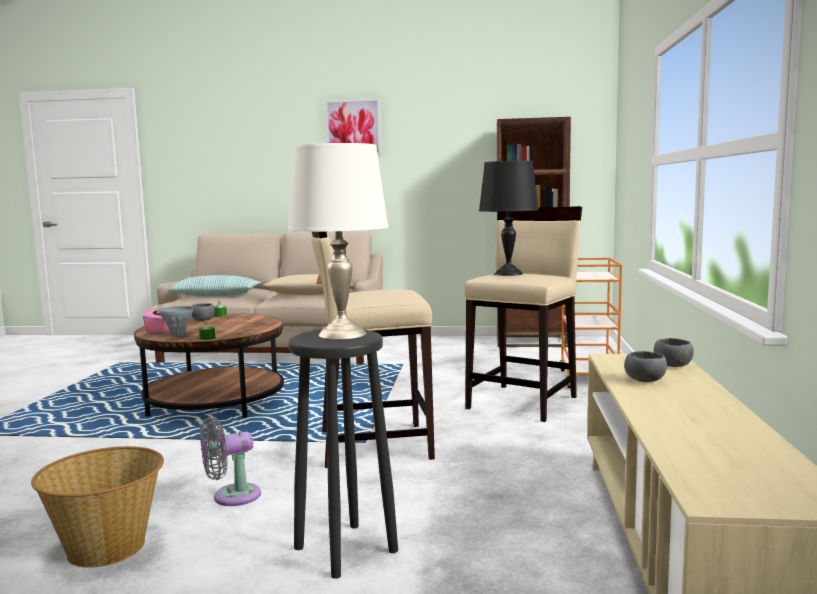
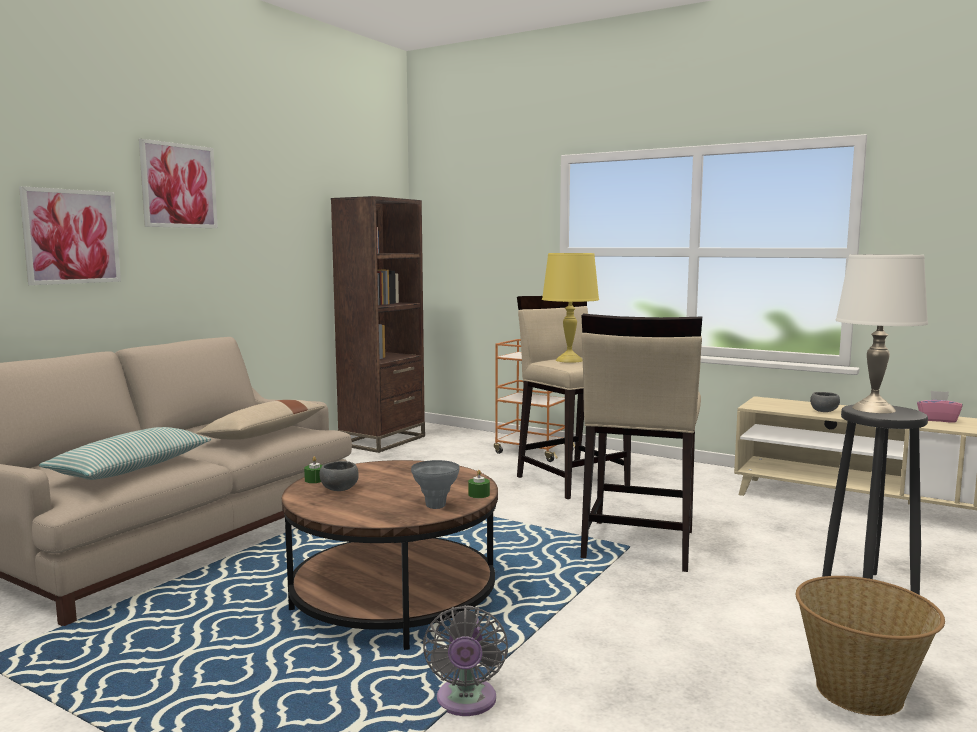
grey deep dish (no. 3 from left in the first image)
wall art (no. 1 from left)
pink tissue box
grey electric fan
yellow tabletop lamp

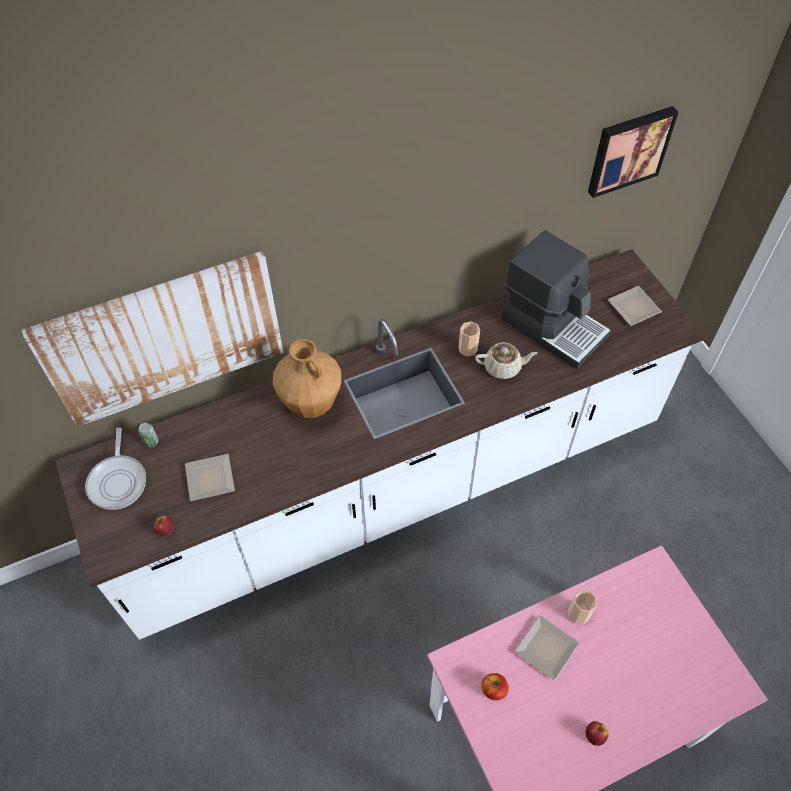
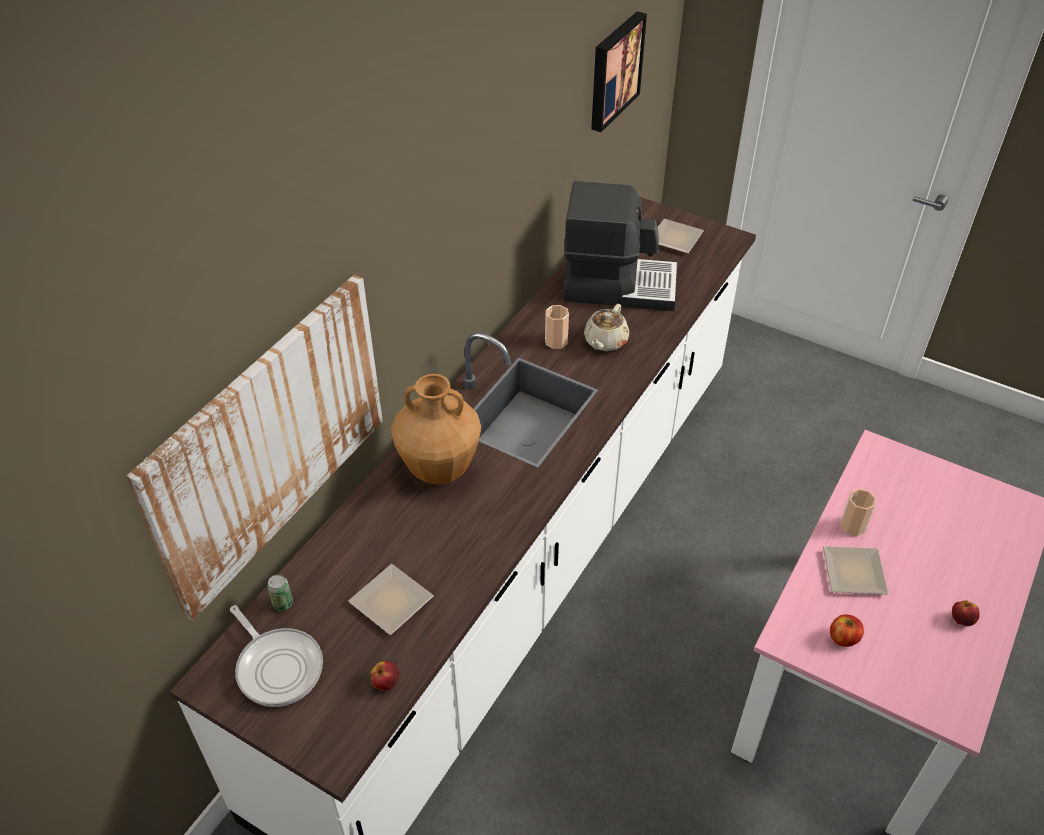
beige-coloured pot for tea

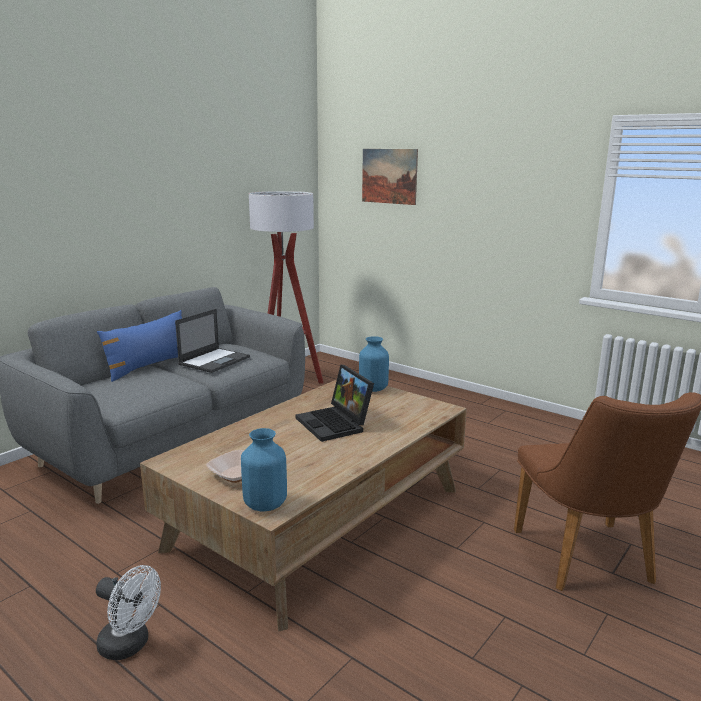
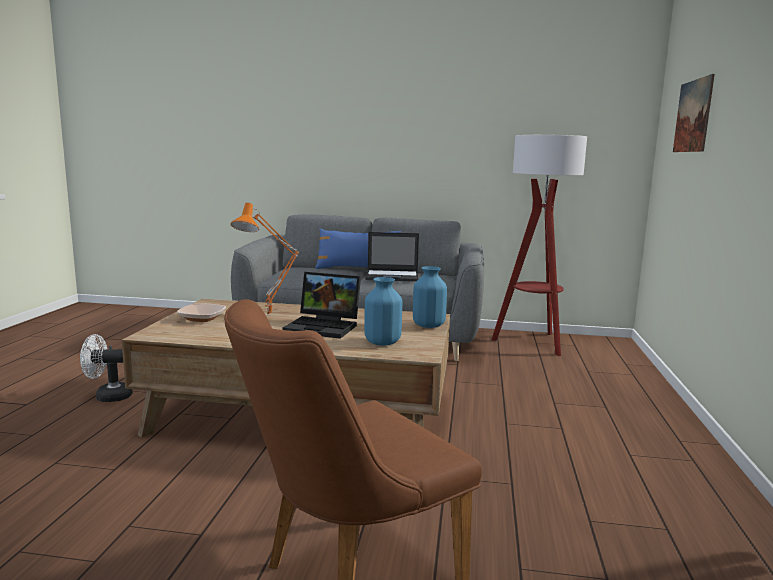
orangey tabletop lamp
blue vase (no. 1 from left)
white electric fan
notebook computer (no. 1 from left)

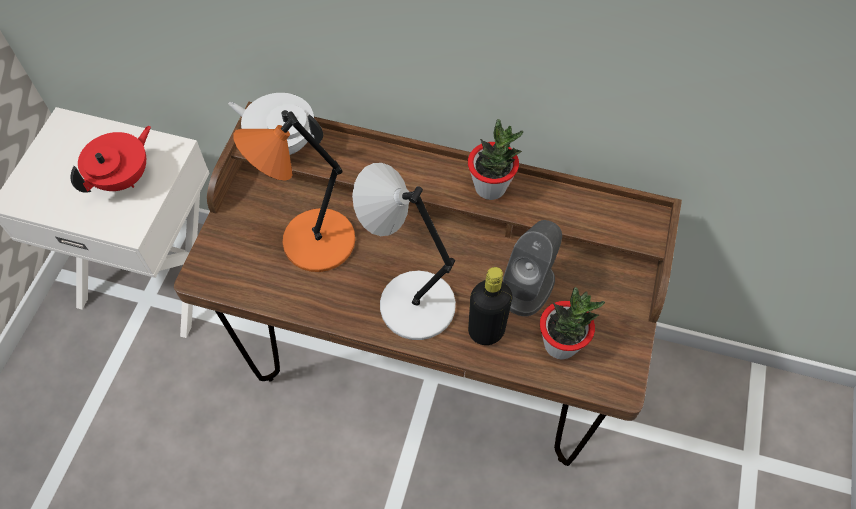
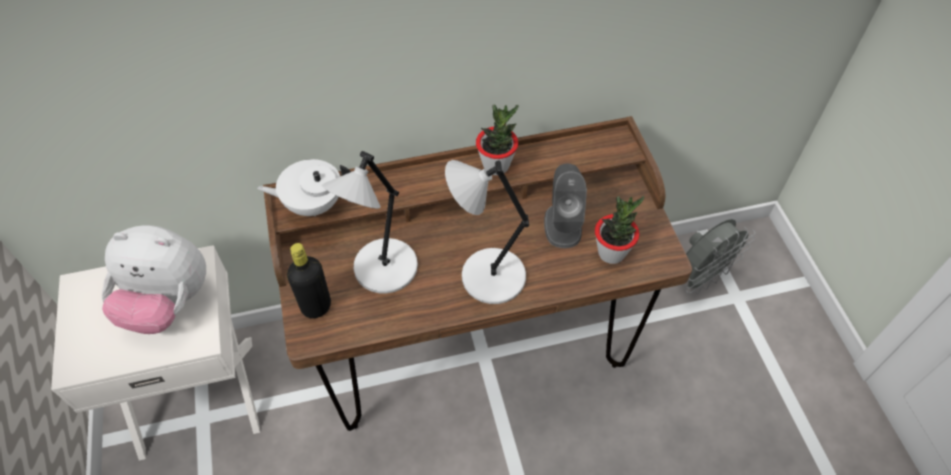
grey electric fan
black bottle
cuddly toy
grey tabletop lamp (no. 1 from left)

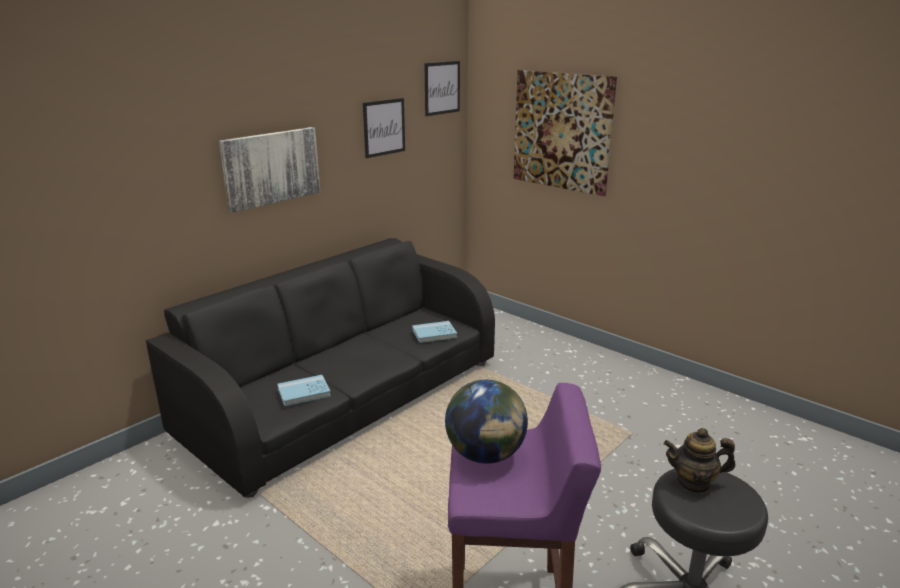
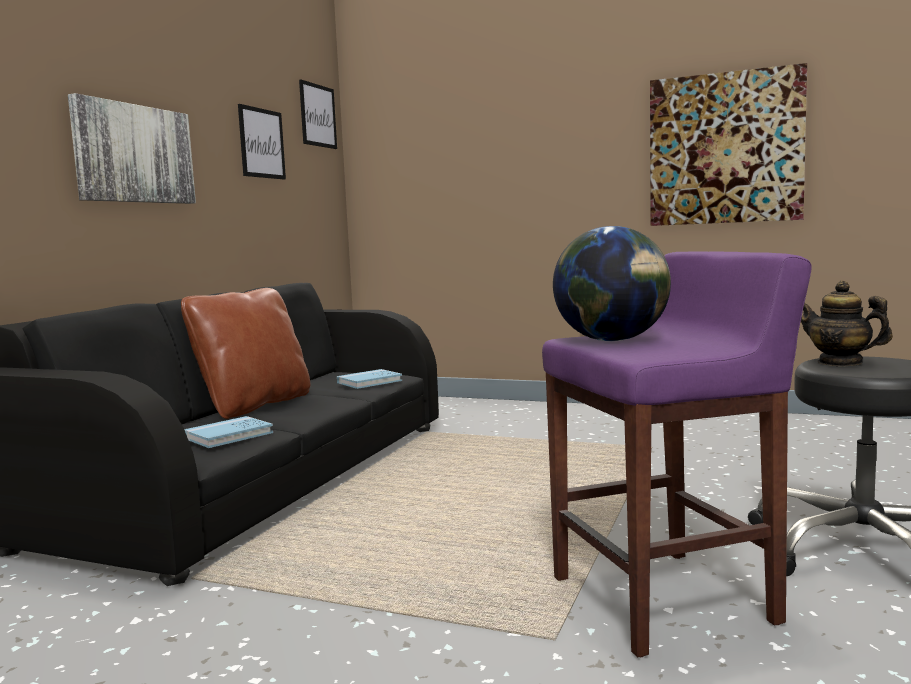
brown pillow
wall art (no. 4 from left)
pot for tea

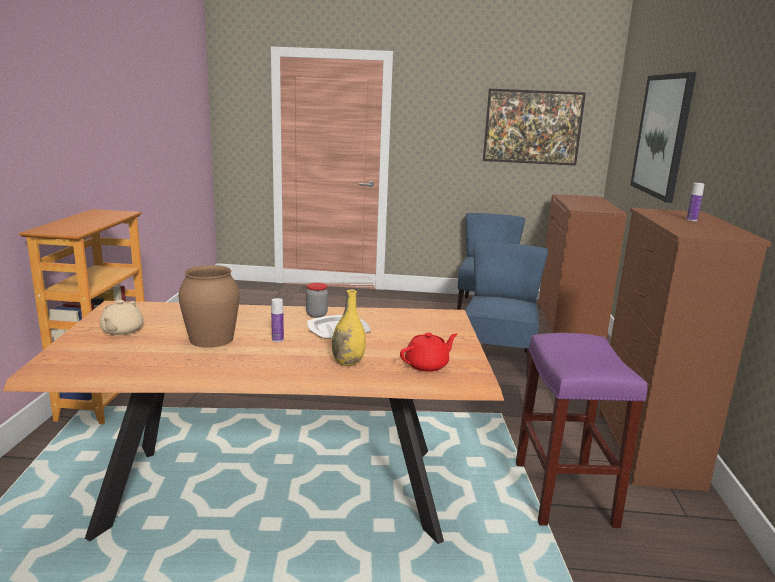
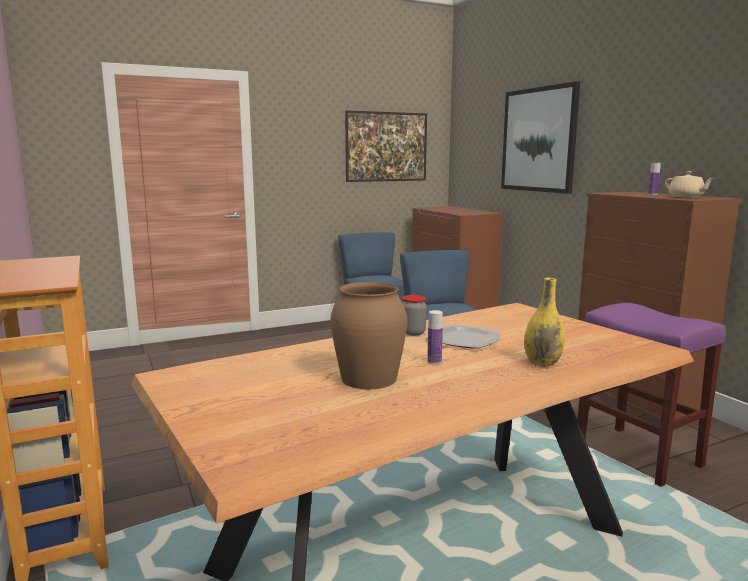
reddish pot for tea
beige-coloured pot for tea

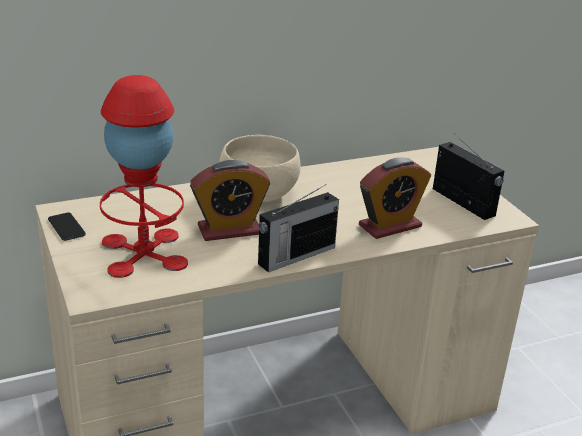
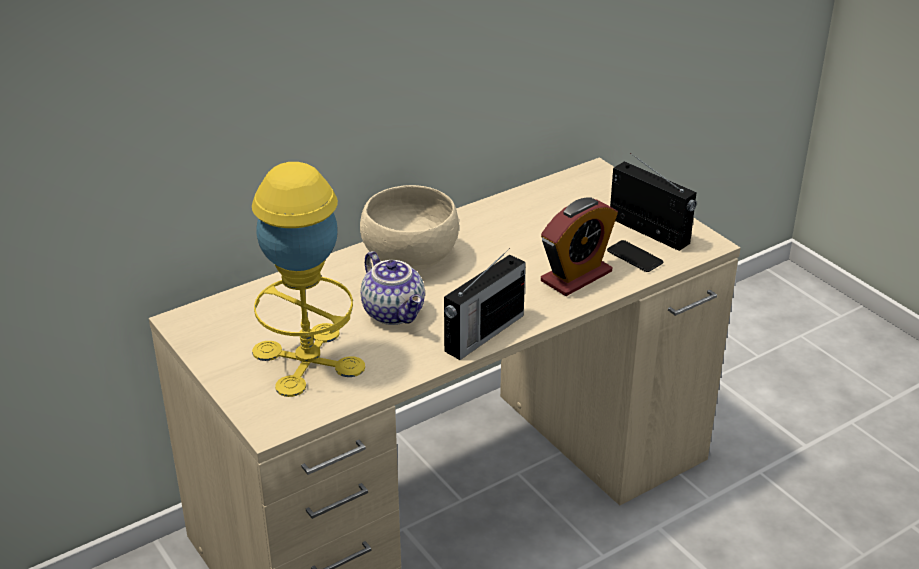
handset
pot for tea
yellow tabletop lamp

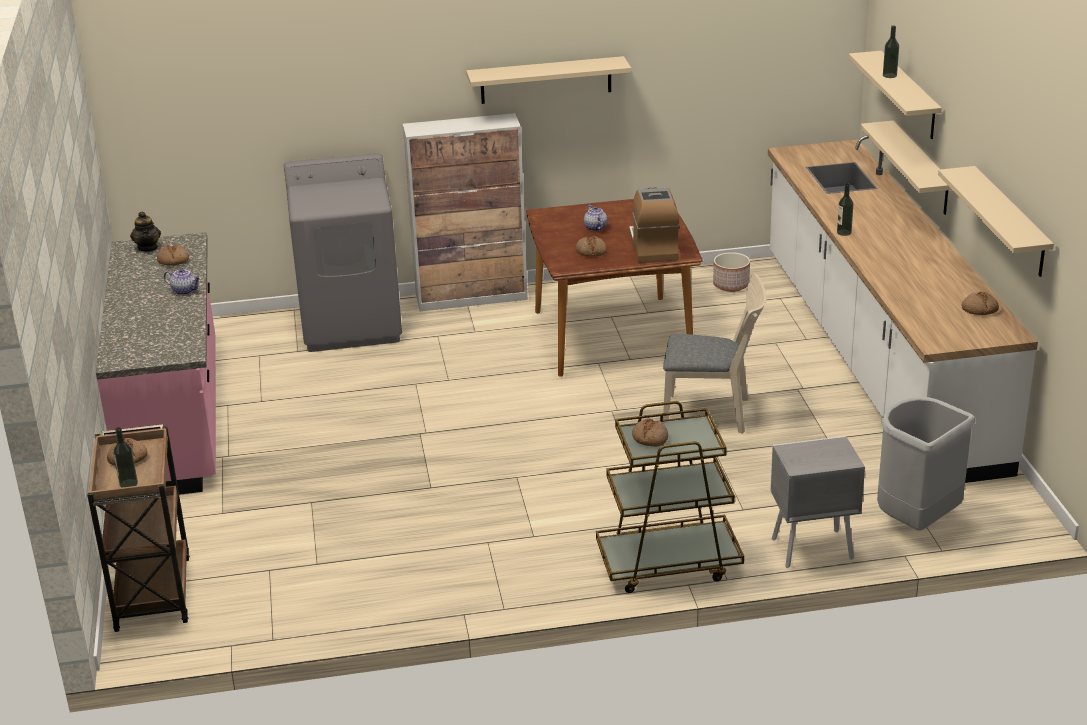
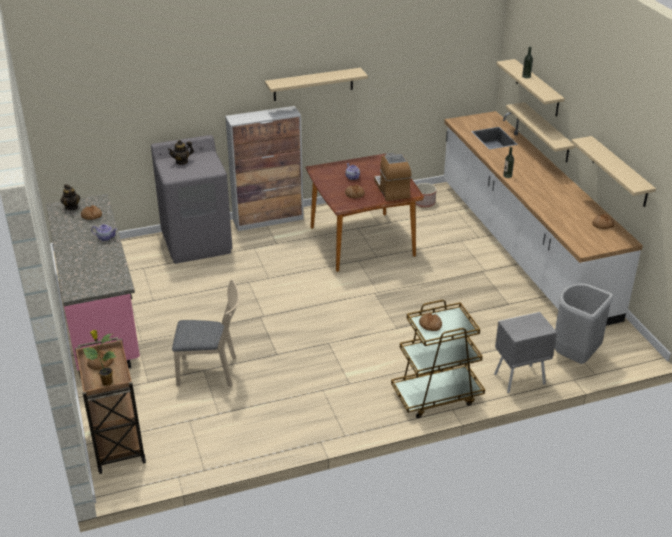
pot for tea (no. 3 from left)
beige-coloured chair
plant in a pot

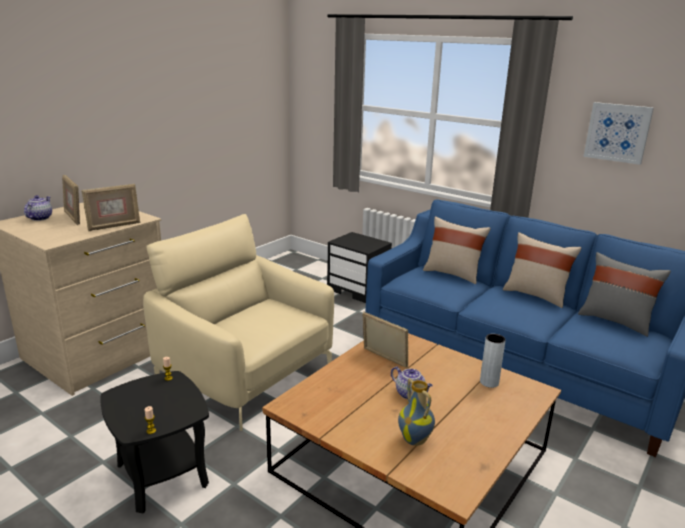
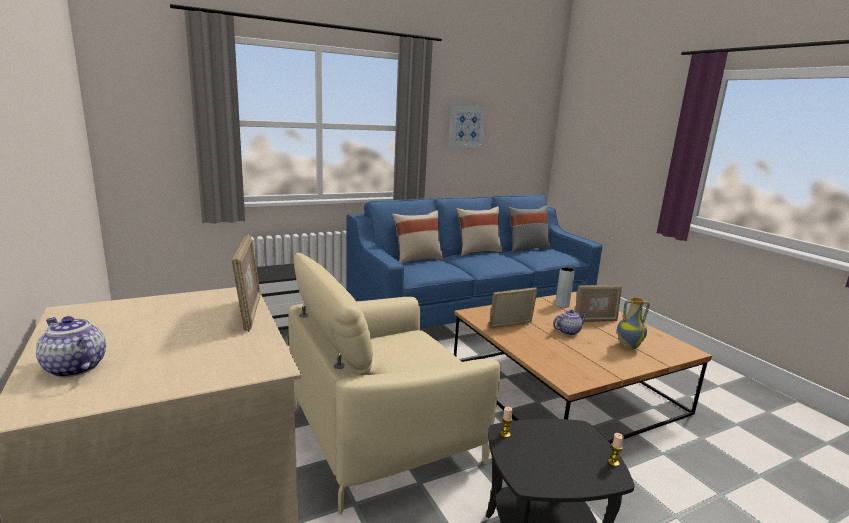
picture frame (no. 3 from left)

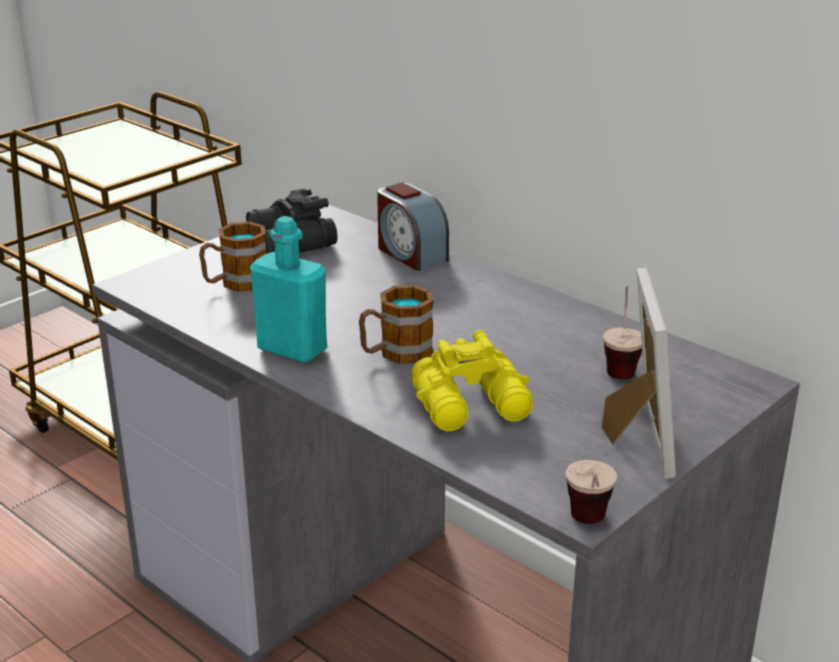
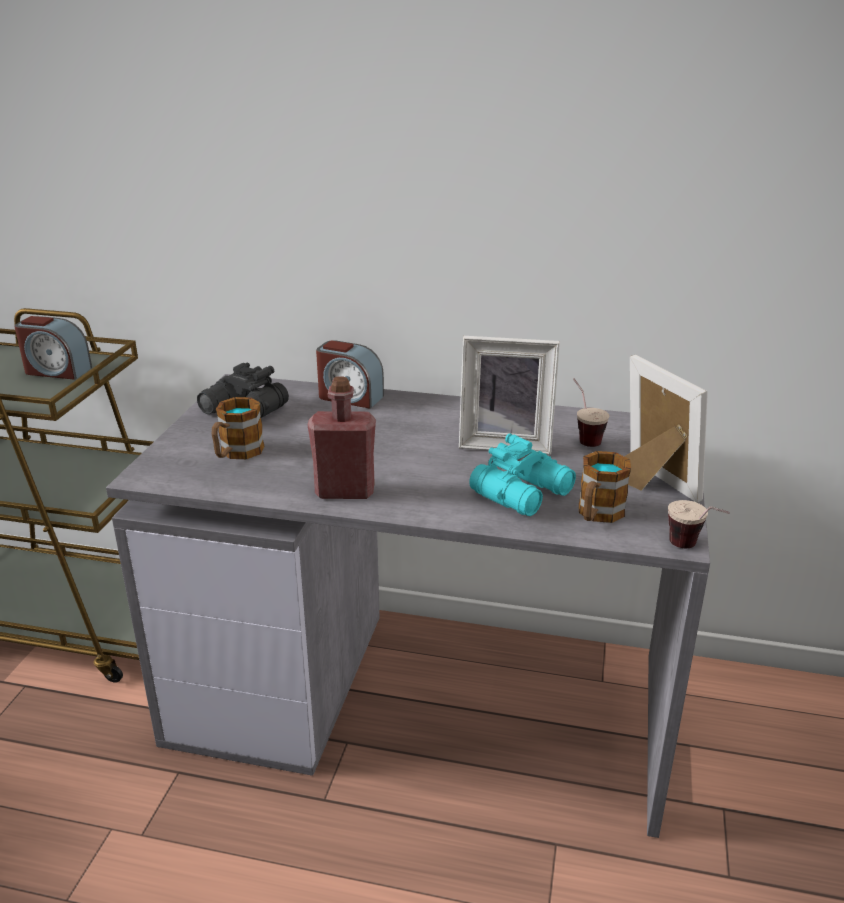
alarm clock (no. 1 from left)
picture frame (no. 1 from left)
mug (no. 2 from left)
reddish bottle
turquoise-coloured pair of binoculars

